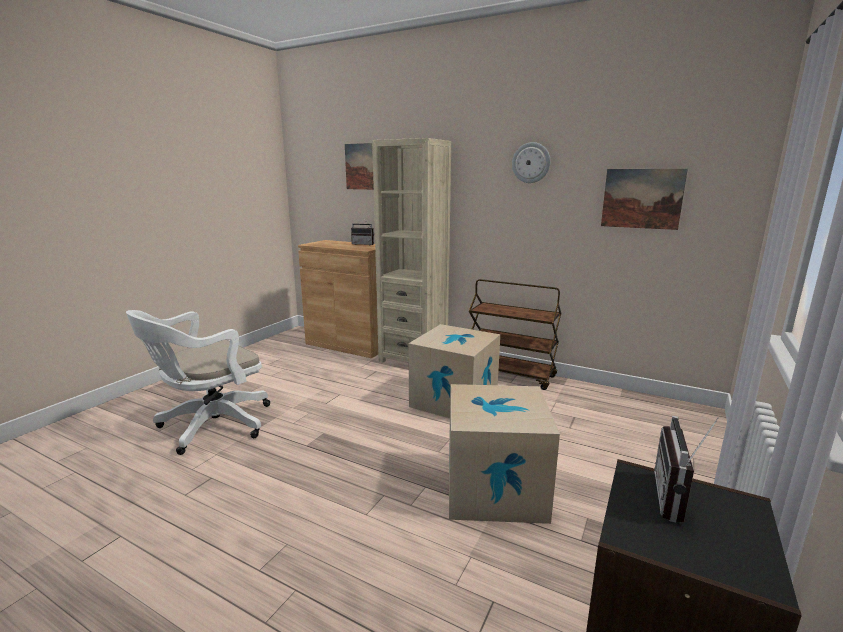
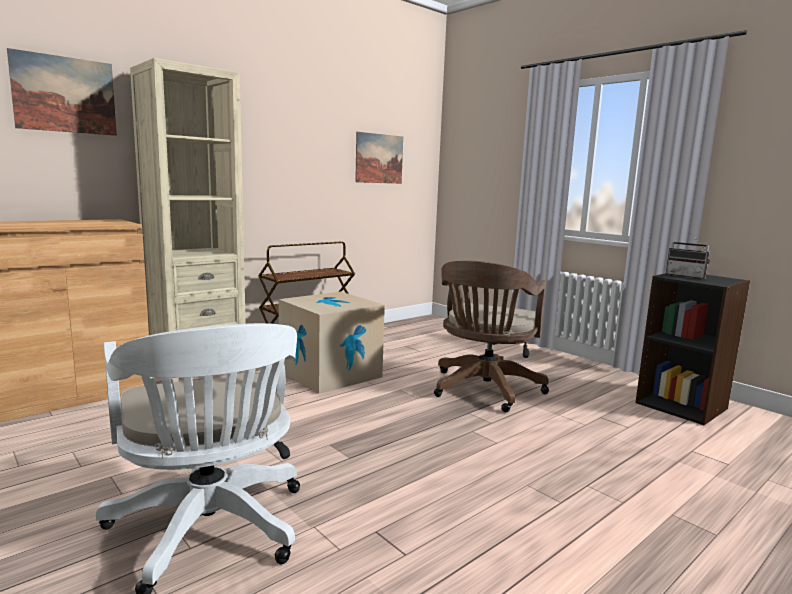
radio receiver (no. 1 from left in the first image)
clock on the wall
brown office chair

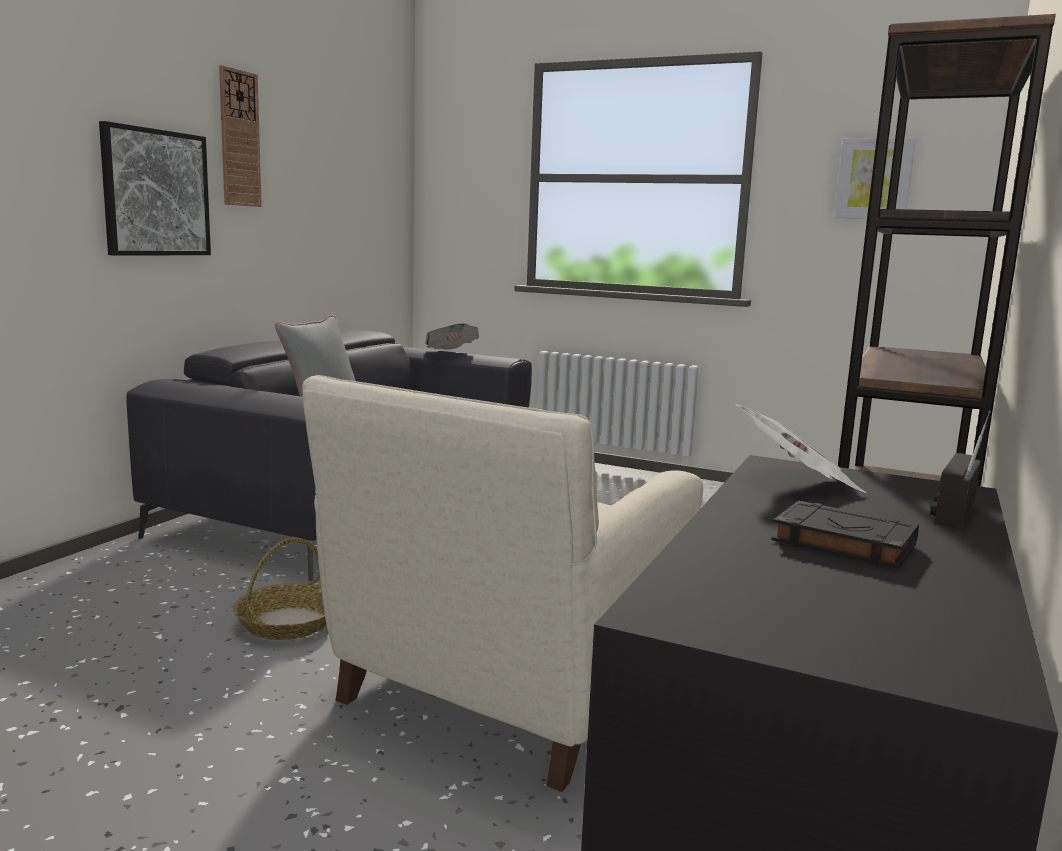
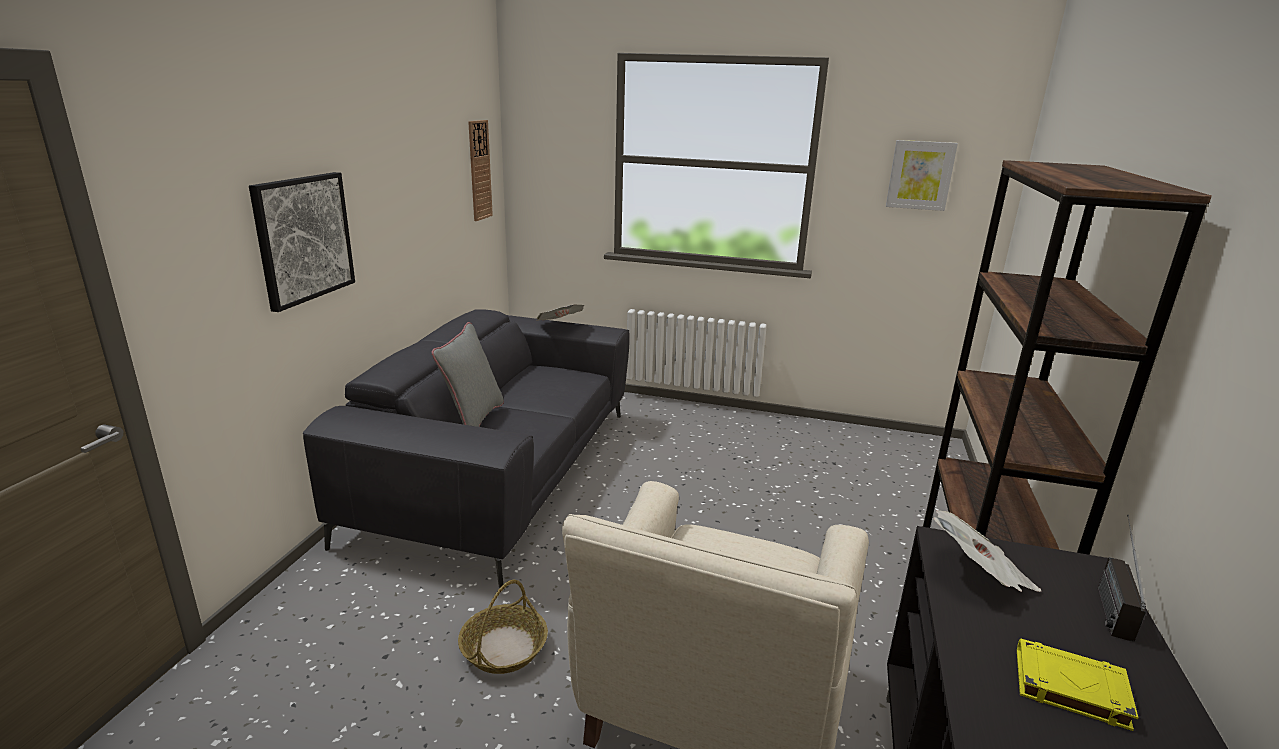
clock on the wall
yellow bound book

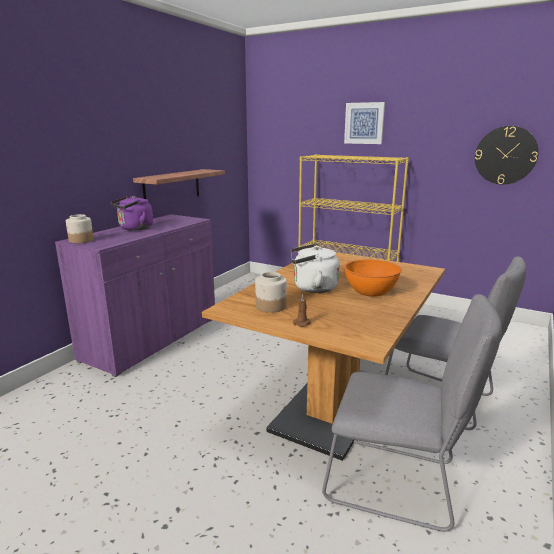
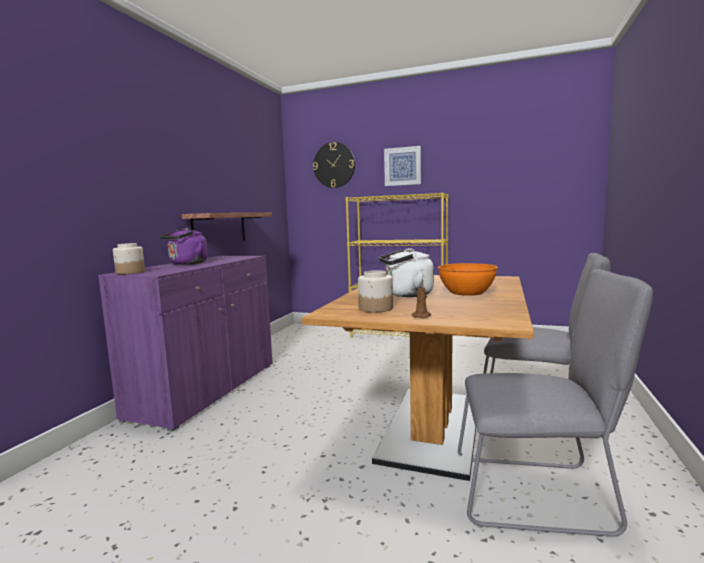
clock on the wall

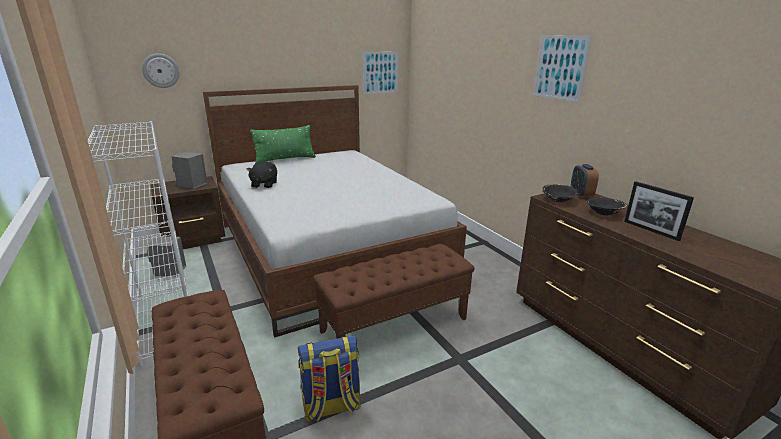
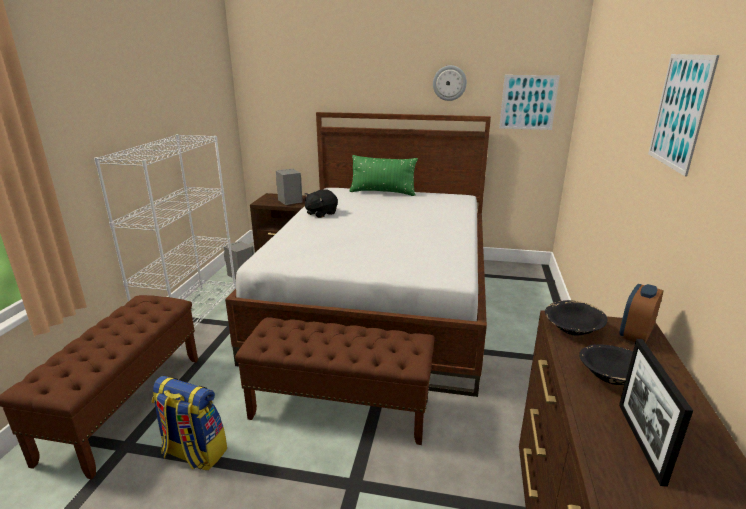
clock on the wall

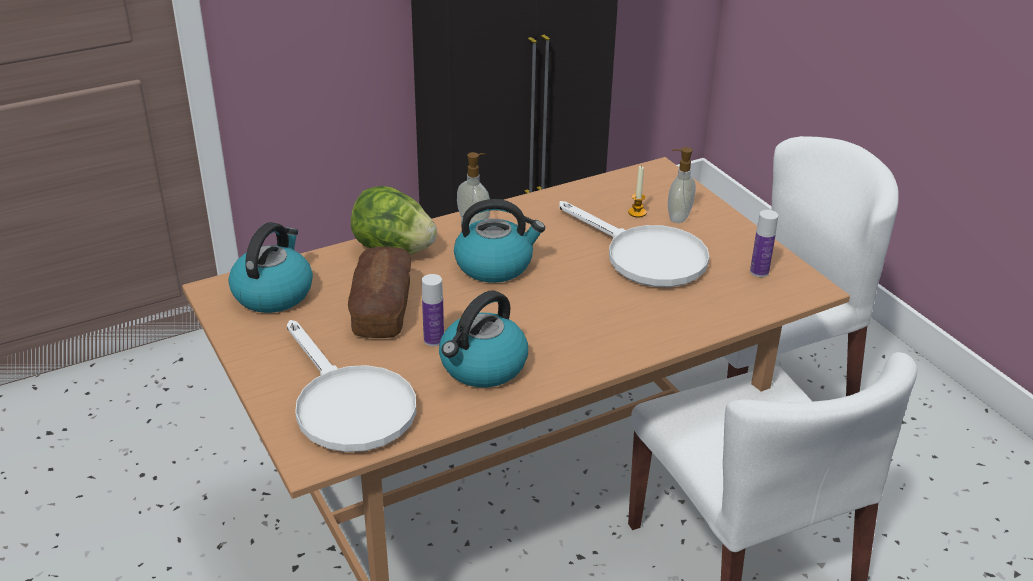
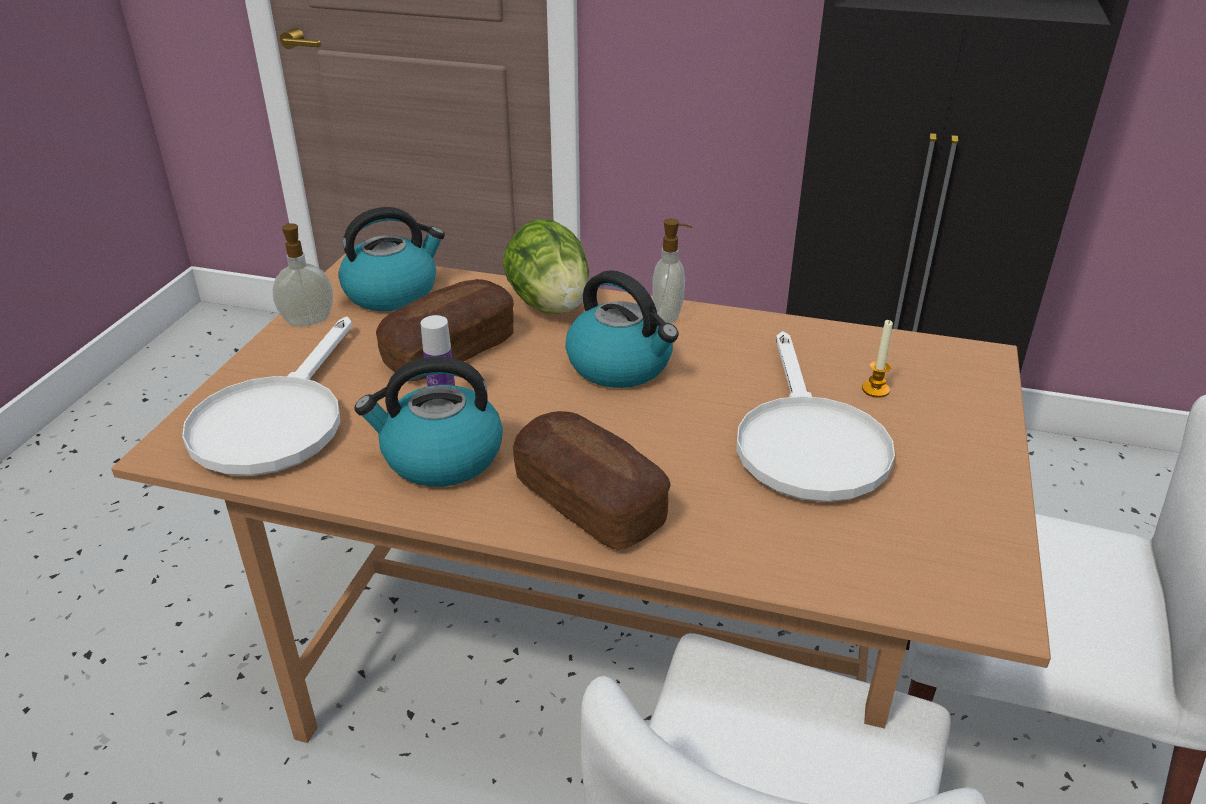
bottle (no. 2 from left in the first image)
bread (no. 2 from left)
liquid soap bottle (no. 1 from left)

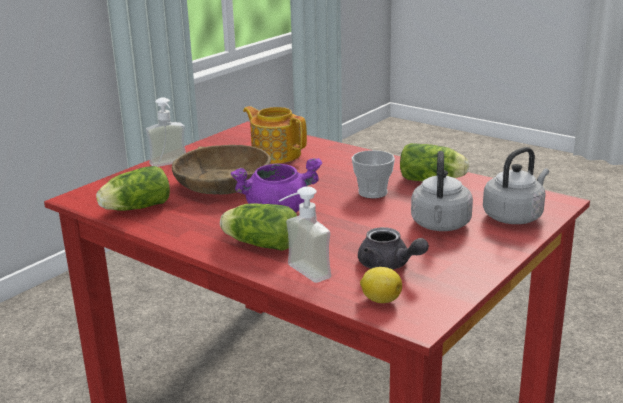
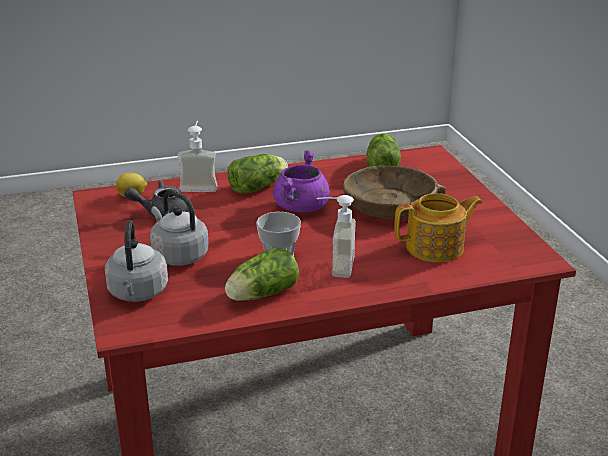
liquid soap bottle (no. 2 from left)

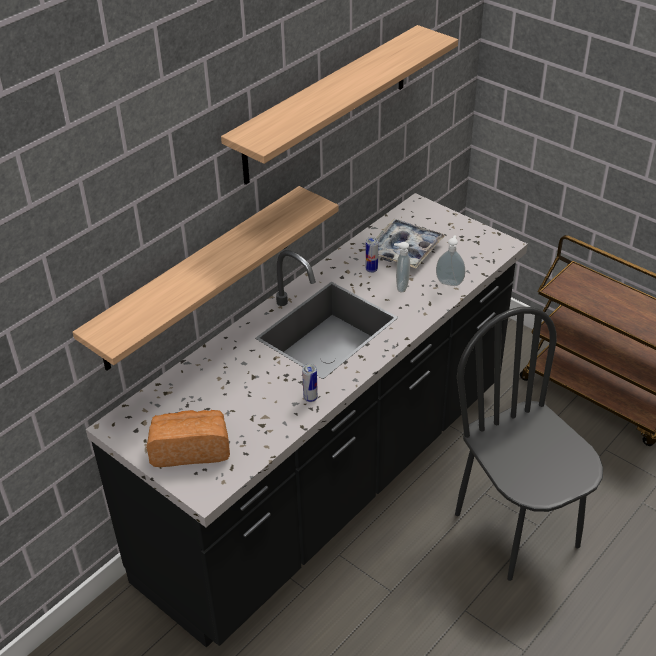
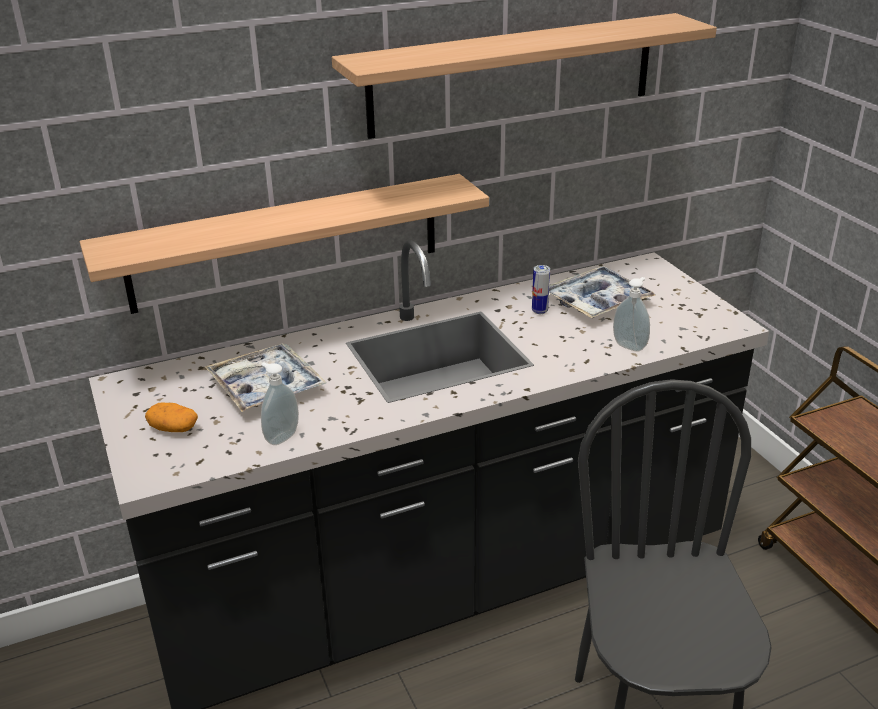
metal can (no. 1 from left in the first image)
tray (no. 1 from left)
liquid soap bottle (no. 1 from left)
spud

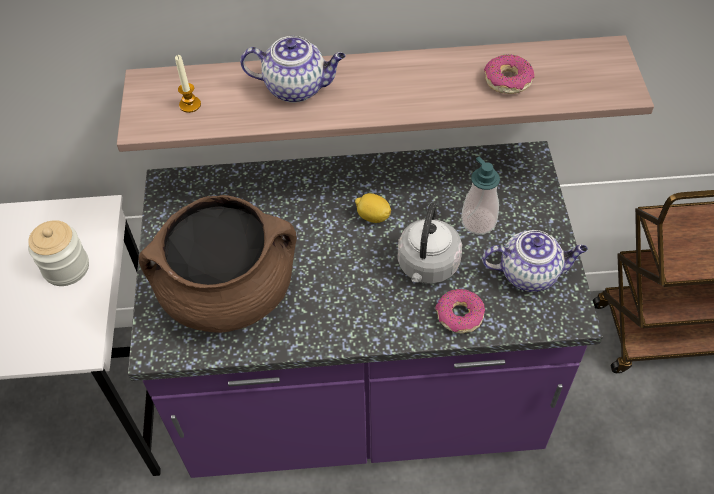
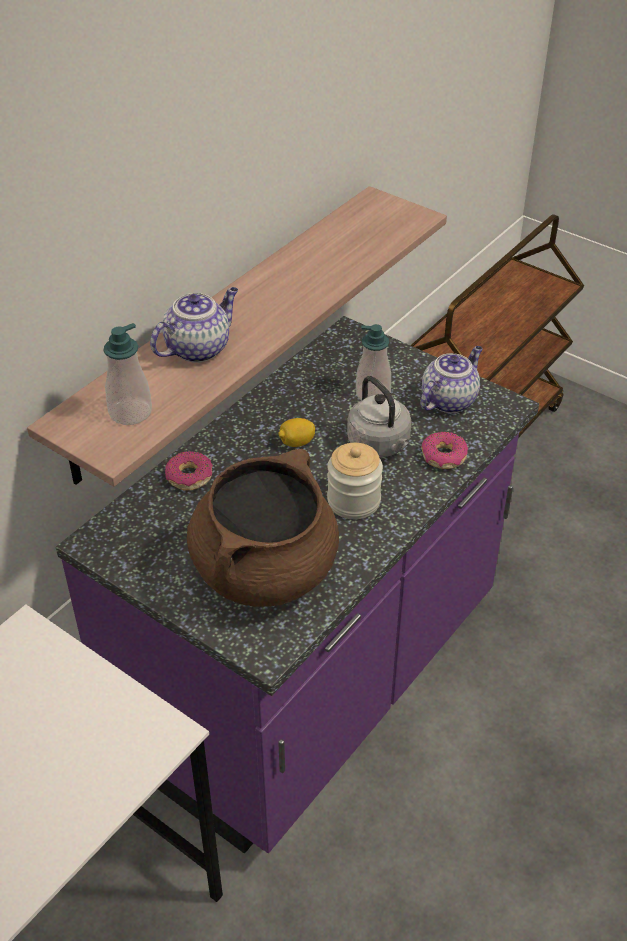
storage jar
doughnut (no. 1 from left)
liquid soap bottle (no. 1 from left)

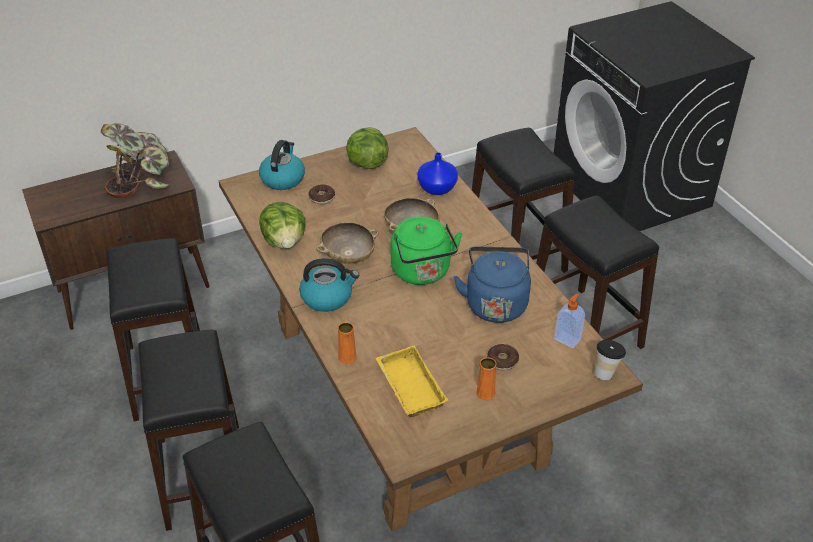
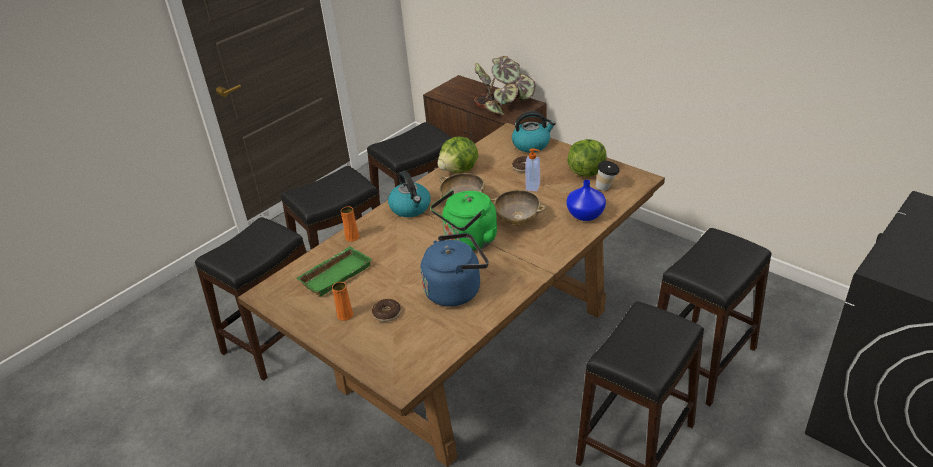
liquid soap bottle
cup
green-coloured tray

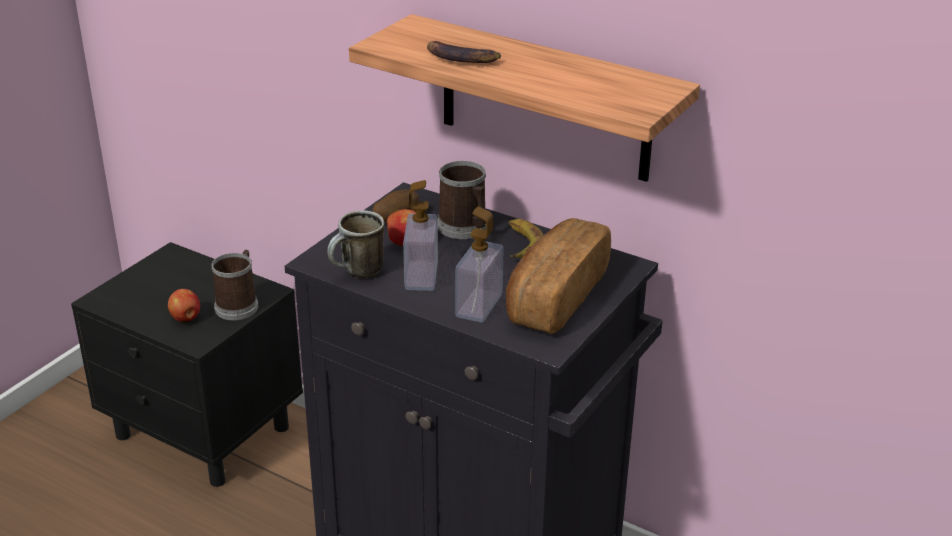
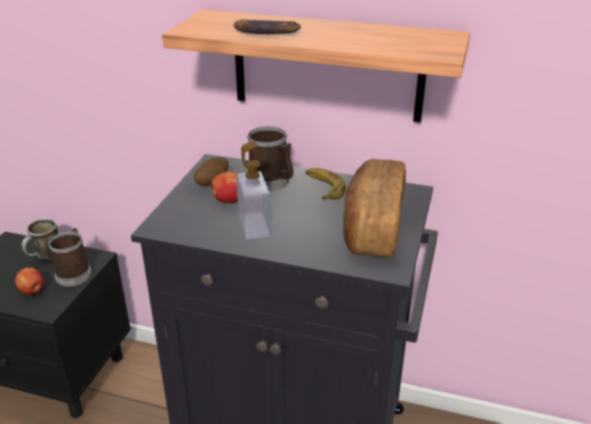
liquid soap bottle (no. 2 from left in the first image)
mug (no. 1 from left)

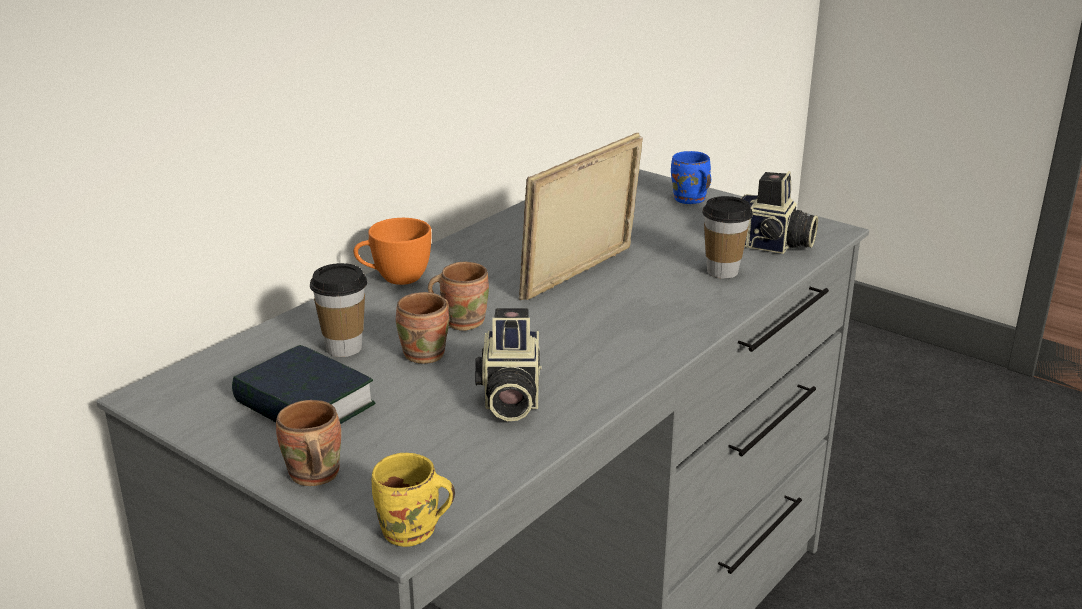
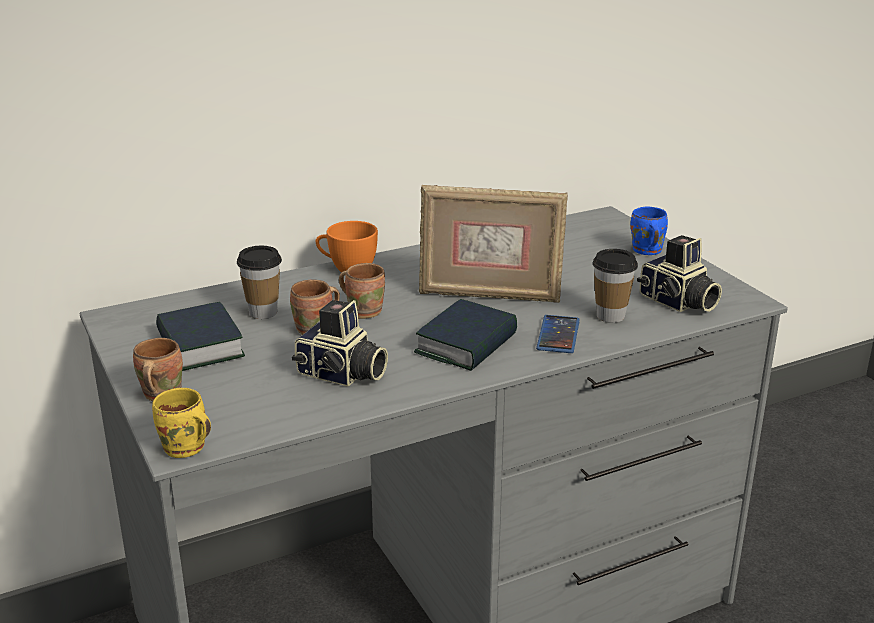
bound book (no. 2 from left)
handset
photo camera (no. 1 from left)
picture frame

